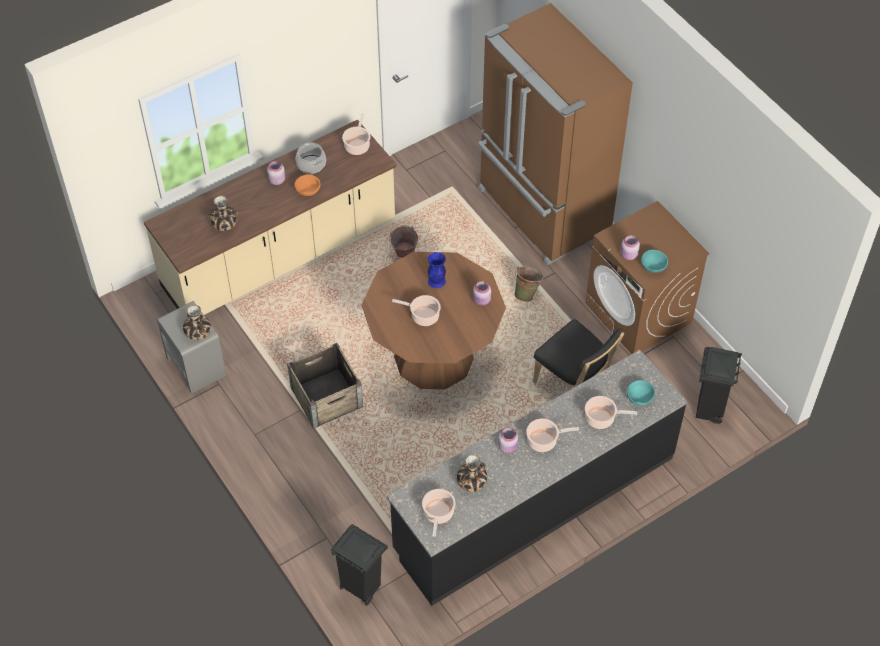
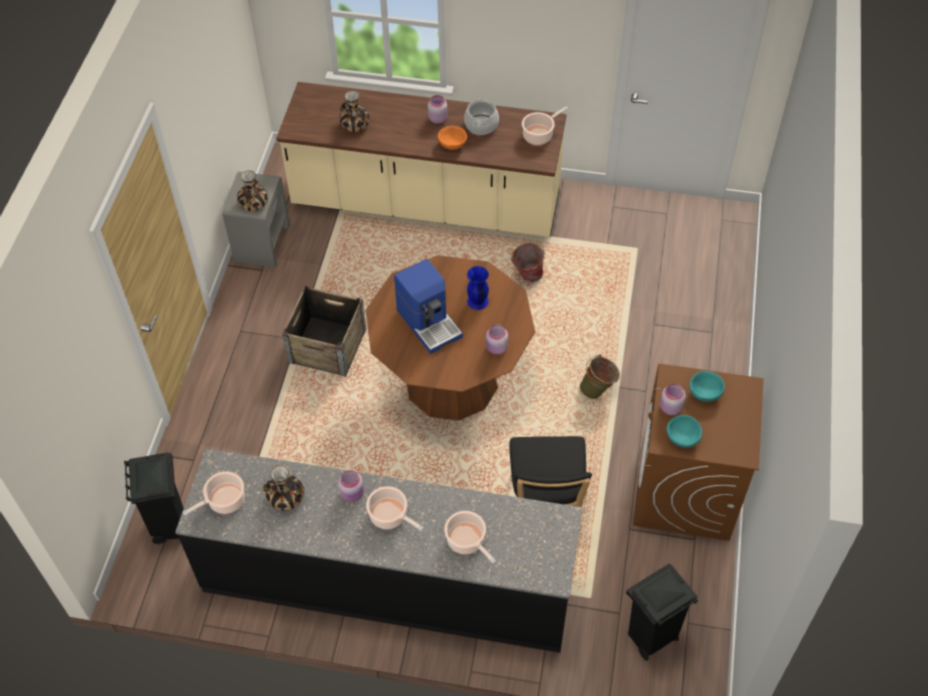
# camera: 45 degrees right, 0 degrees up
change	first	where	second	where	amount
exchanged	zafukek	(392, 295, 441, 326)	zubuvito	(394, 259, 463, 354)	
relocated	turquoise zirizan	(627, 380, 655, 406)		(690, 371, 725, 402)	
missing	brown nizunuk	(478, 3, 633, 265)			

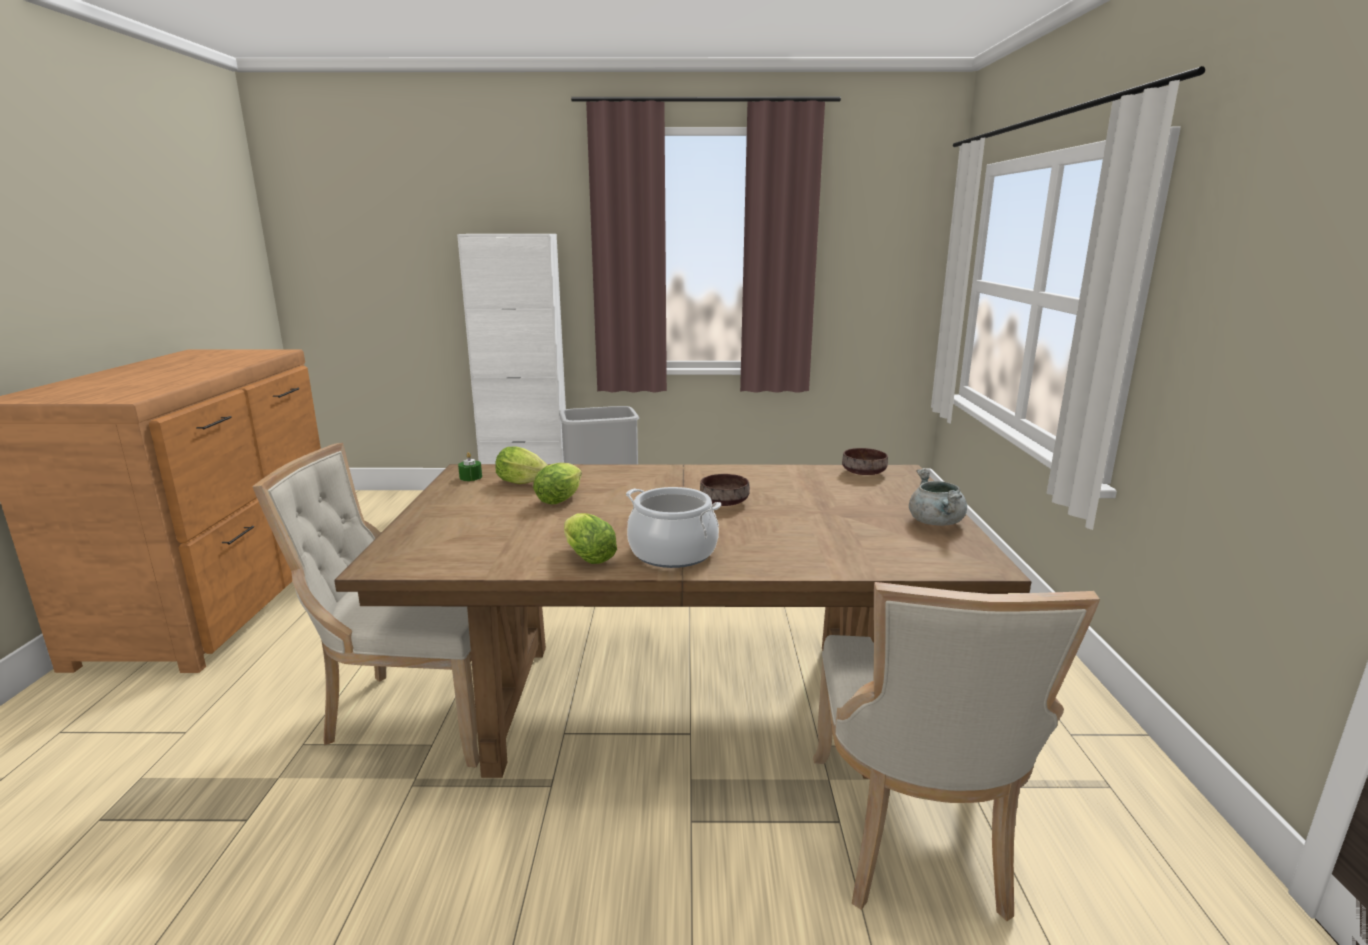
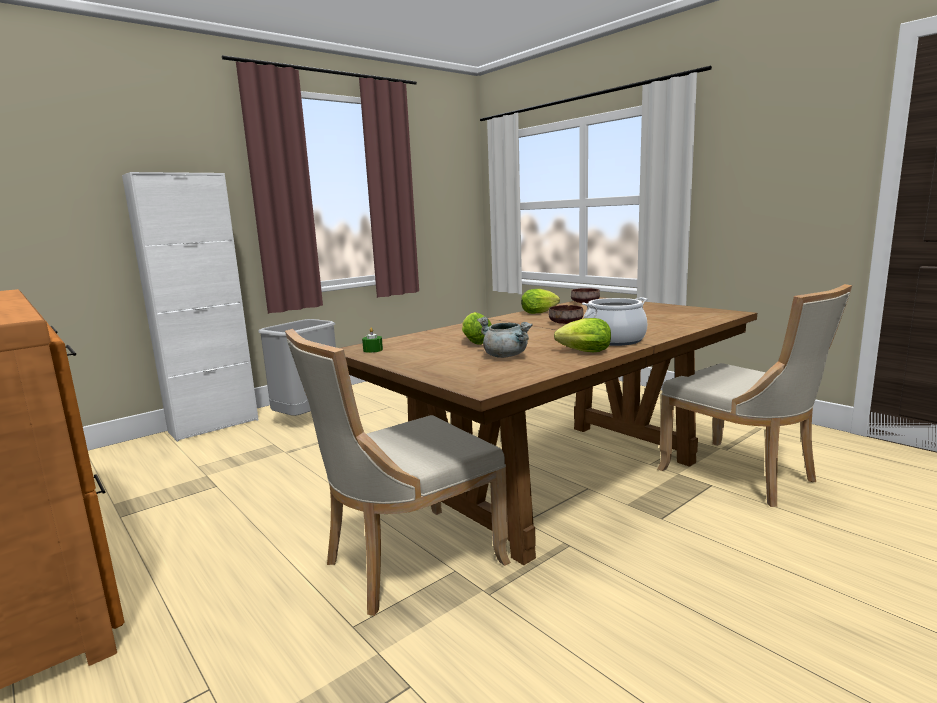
# camera: 40 degrees left, 5 degrees down
change	first	where	second	where	amount
relocated	grey zafukek	(909, 469, 967, 526)		(477, 317, 533, 358)	
relocated	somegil	(495, 446, 548, 484)		(521, 289, 560, 314)	

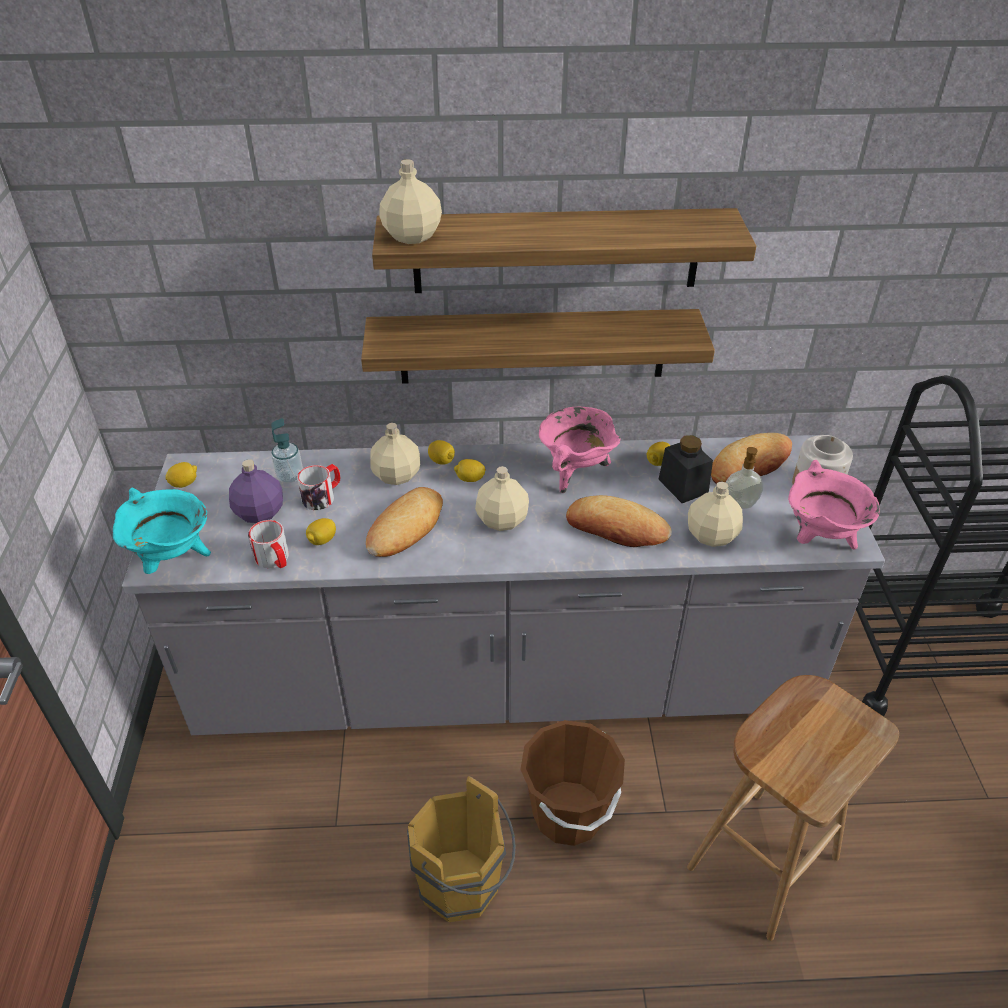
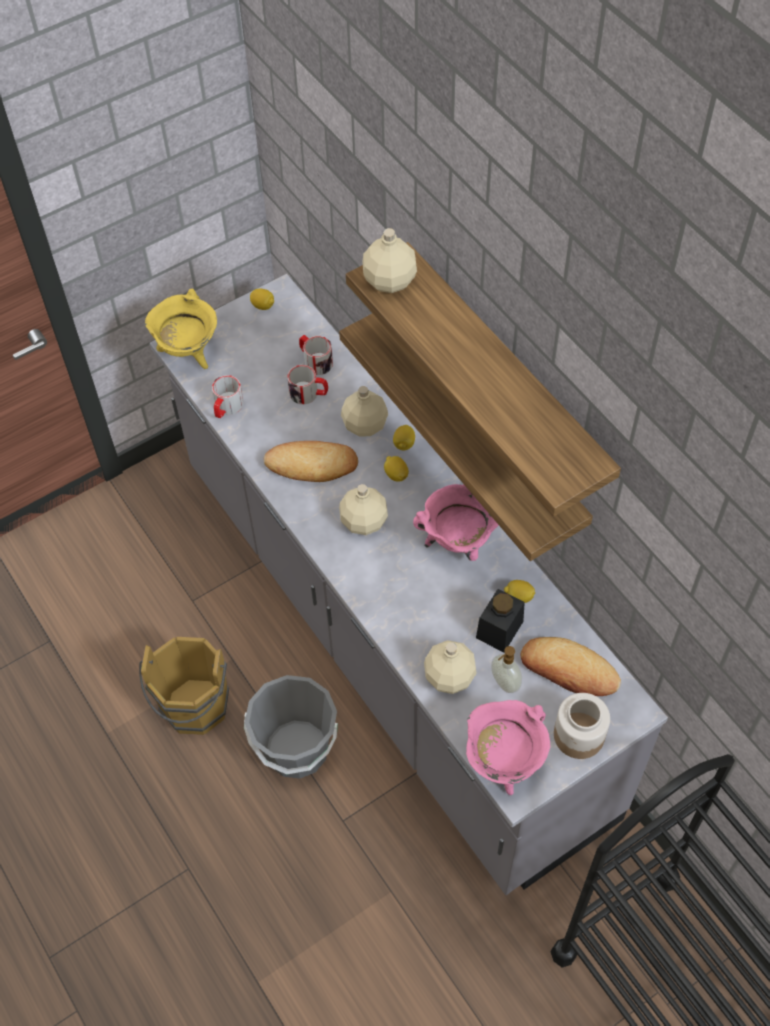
# camera: 60 degrees right, 15 degrees up
change	first	where	second	where	amount
colour	turquoise zafukek	(113, 488, 211, 574)	yellow zafukek	(145, 289, 217, 369)	
colour	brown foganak	(520, 720, 625, 846)	grey foganak	(244, 675, 338, 779)	
exchanged	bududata	(271, 418, 303, 483)	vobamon	(299, 335, 333, 375)	
missing	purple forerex	(229, 459, 283, 523)			
missing	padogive	(306, 518, 336, 545)			
missing	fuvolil	(566, 495, 672, 547)			
missing	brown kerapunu	(687, 675, 899, 941)			

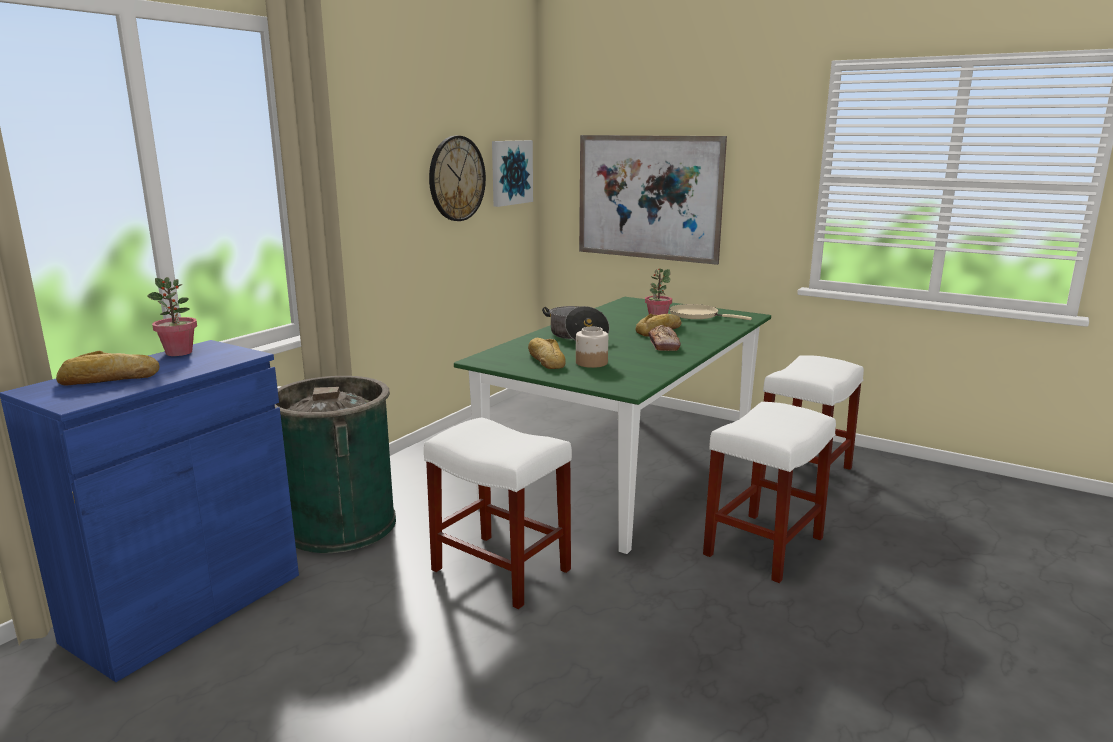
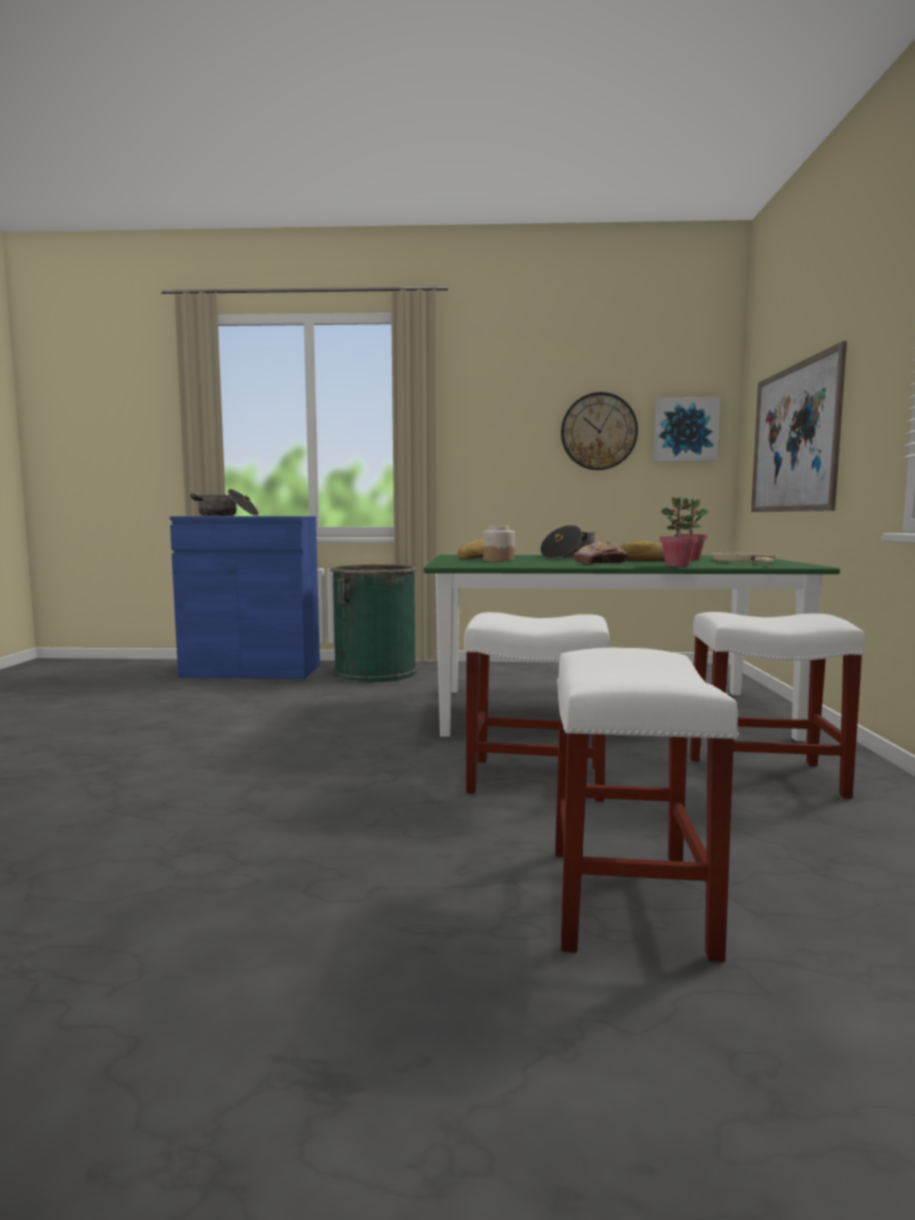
# camera: 60 degrees right, 10 degrees down
change	first	where	second	where	amount
exchanged	fuvolil	(56, 351, 159, 386)	zafukek	(191, 489, 259, 516)	
relocated	white kerapunu	(424, 417, 572, 609)		(555, 648, 739, 962)	
relocated	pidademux	(147, 277, 197, 356)		(660, 497, 697, 567)	

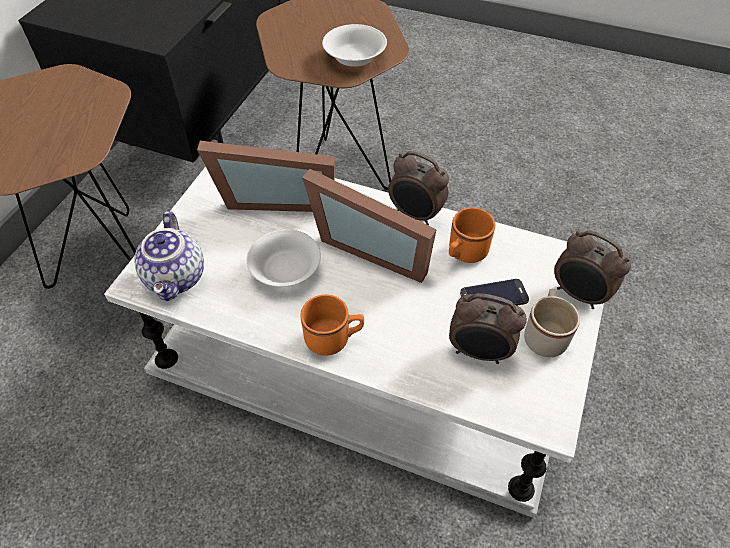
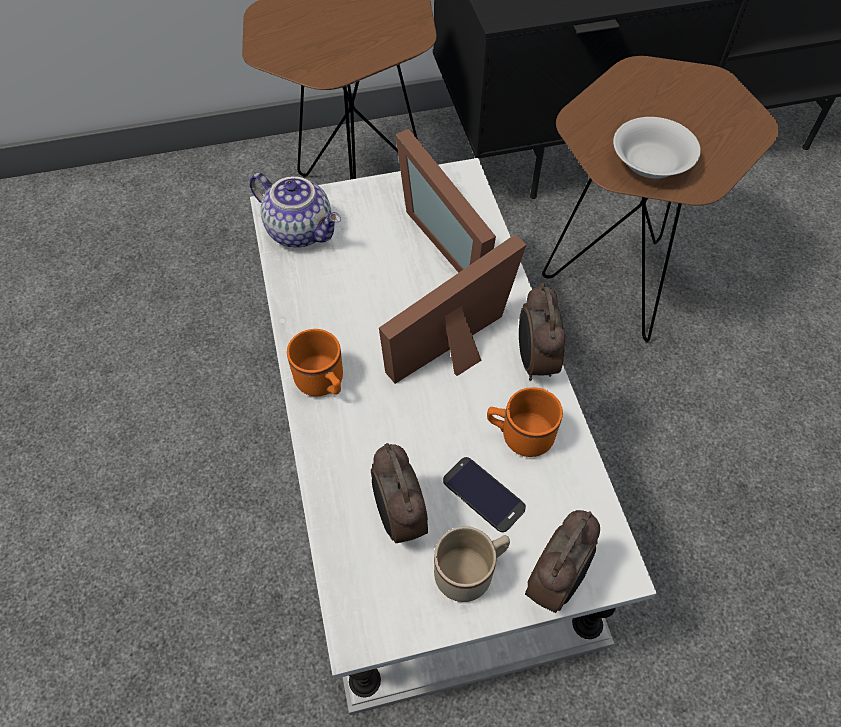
# camera: 55 degrees right, 5 degrees up
change	first	where	second	where	amount
spun	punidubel	(134, 211, 204, 301)		(249, 173, 341, 247)	105 degrees counterclockwise
spun	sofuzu	(302, 169, 437, 283)		(379, 234, 526, 384)	60 degrees clockwise
spun	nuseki	(554, 231, 631, 309)		(525, 510, 600, 613)	150 degrees counterclockwise
missing	white zirizan	(247, 229, 321, 287)			

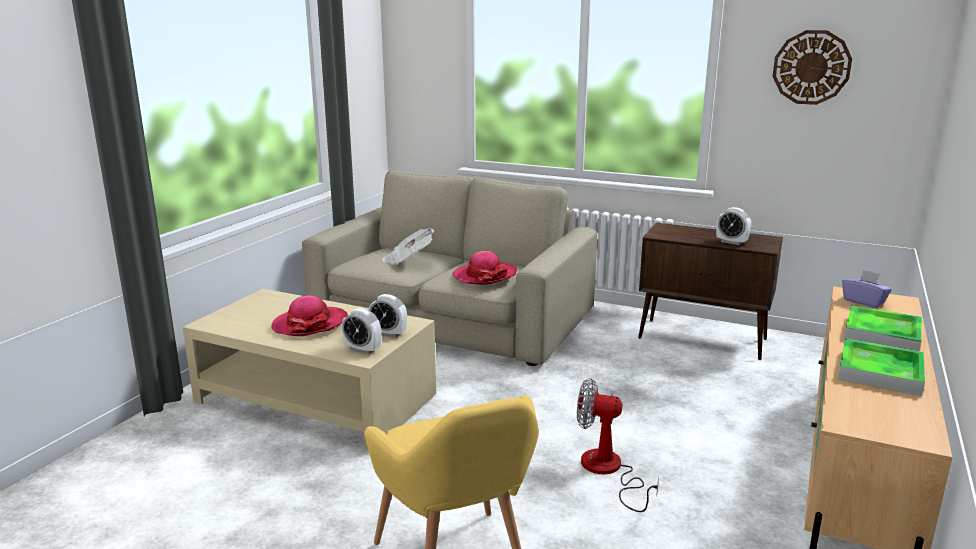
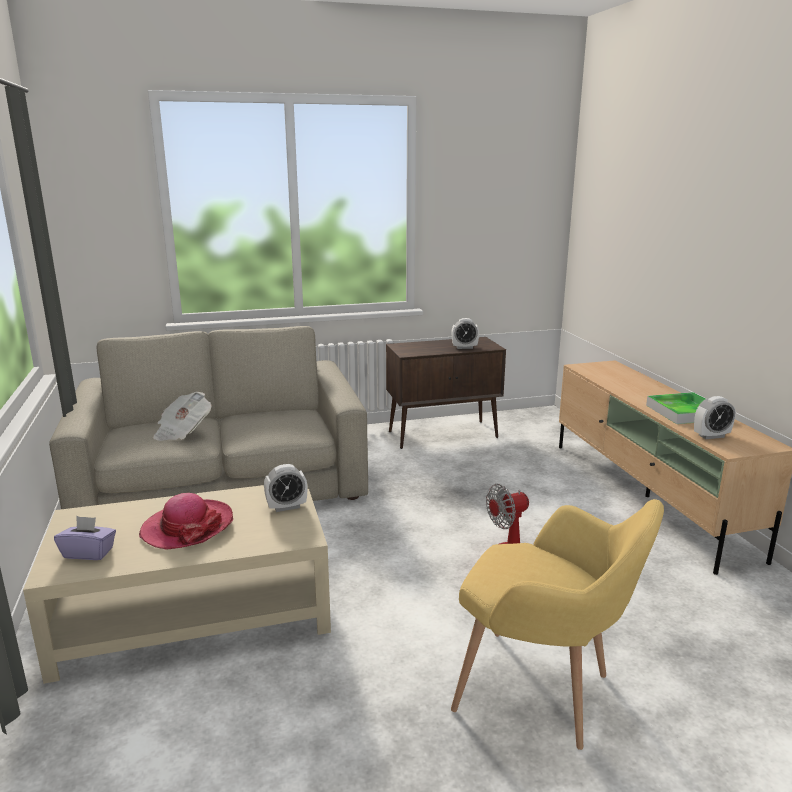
# camera: 40 degrees left, 0 degrees up
change	first	where	second	where	amount
relocated	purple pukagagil	(842, 269, 892, 308)		(54, 516, 116, 560)	
relocated	nuseki	(342, 308, 381, 354)		(694, 396, 736, 439)	
missing	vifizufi	(452, 251, 517, 285)			
missing	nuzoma	(773, 30, 852, 105)			
missing	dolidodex	(844, 305, 922, 351)			

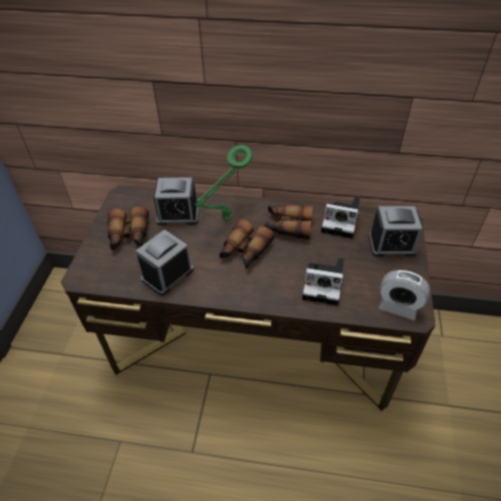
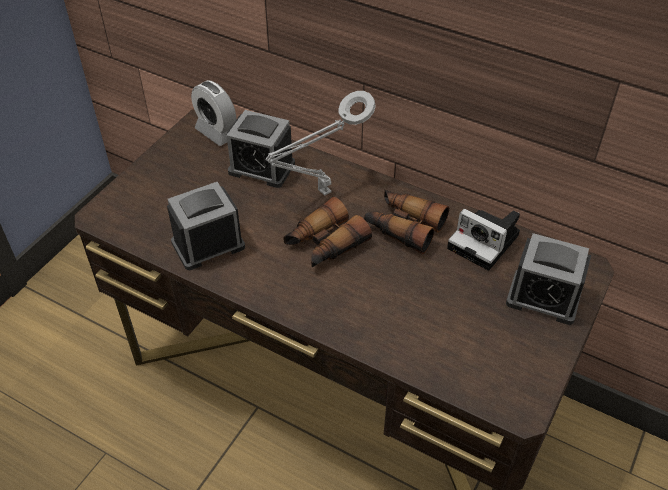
# camera: 20 degrees right, 0 degrees up
change	first	where	second	where	amount
relocated	nuseki	(379, 270, 430, 320)		(191, 80, 236, 146)	
colour	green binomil	(195, 145, 252, 221)	grey binomil	(266, 91, 376, 196)	
missing	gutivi	(107, 207, 149, 250)			
missing	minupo	(302, 258, 344, 305)			

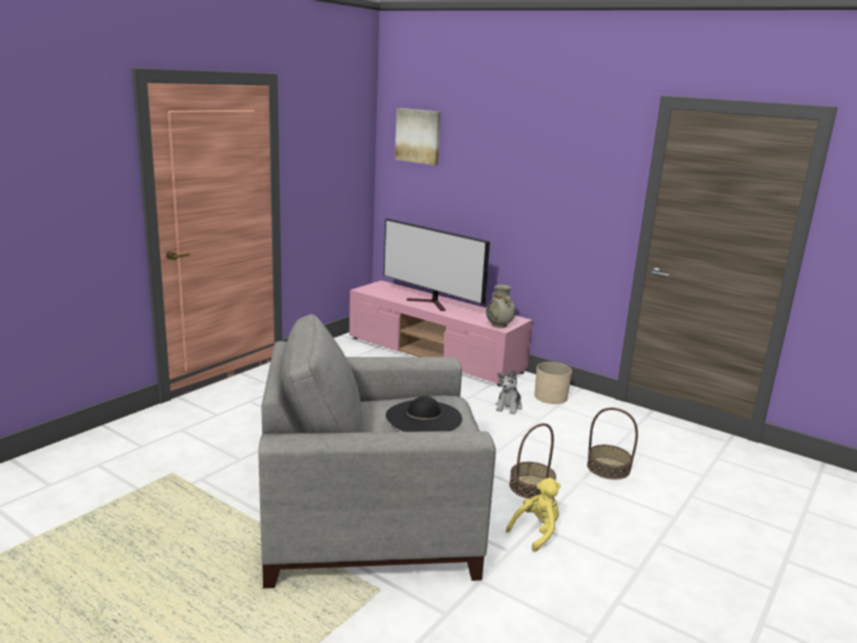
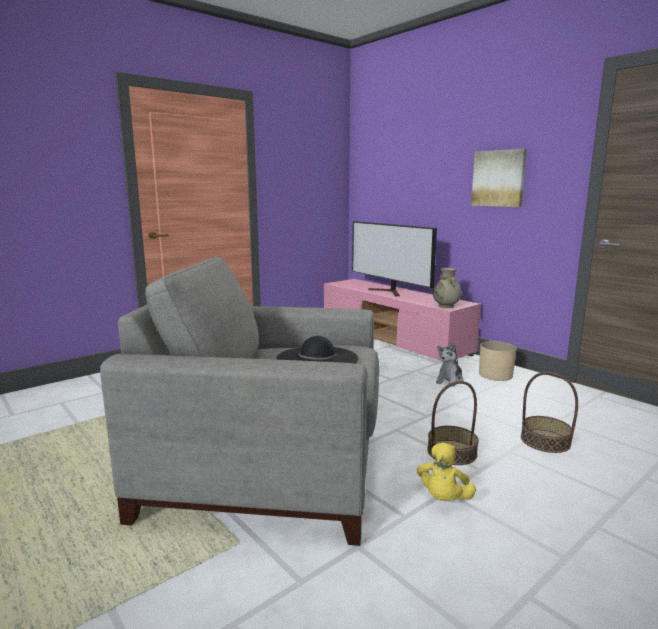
# camera: 15 degrees right, 5 degrees down
change	first	where	second	where	amount
spun	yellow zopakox	(506, 478, 561, 552)		(417, 443, 476, 501)	135 degrees clockwise
relocated	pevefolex	(395, 108, 441, 165)		(471, 148, 527, 207)	

